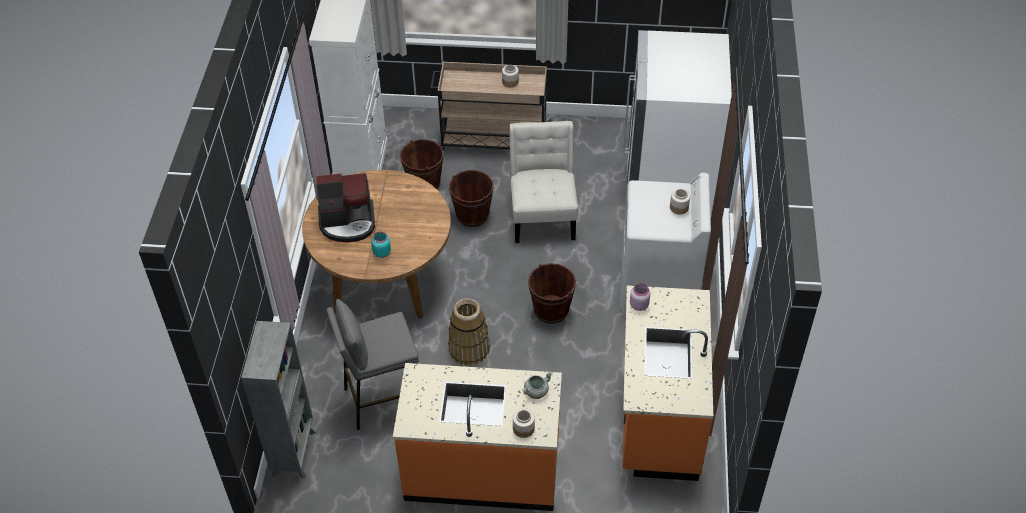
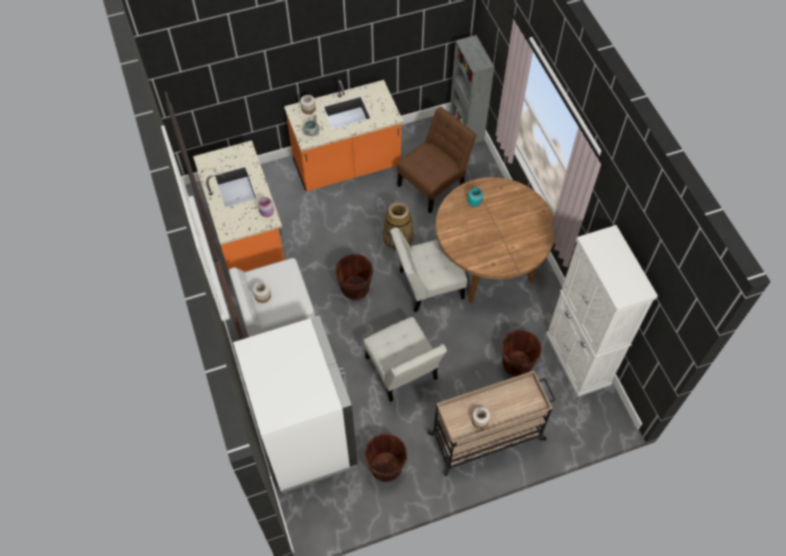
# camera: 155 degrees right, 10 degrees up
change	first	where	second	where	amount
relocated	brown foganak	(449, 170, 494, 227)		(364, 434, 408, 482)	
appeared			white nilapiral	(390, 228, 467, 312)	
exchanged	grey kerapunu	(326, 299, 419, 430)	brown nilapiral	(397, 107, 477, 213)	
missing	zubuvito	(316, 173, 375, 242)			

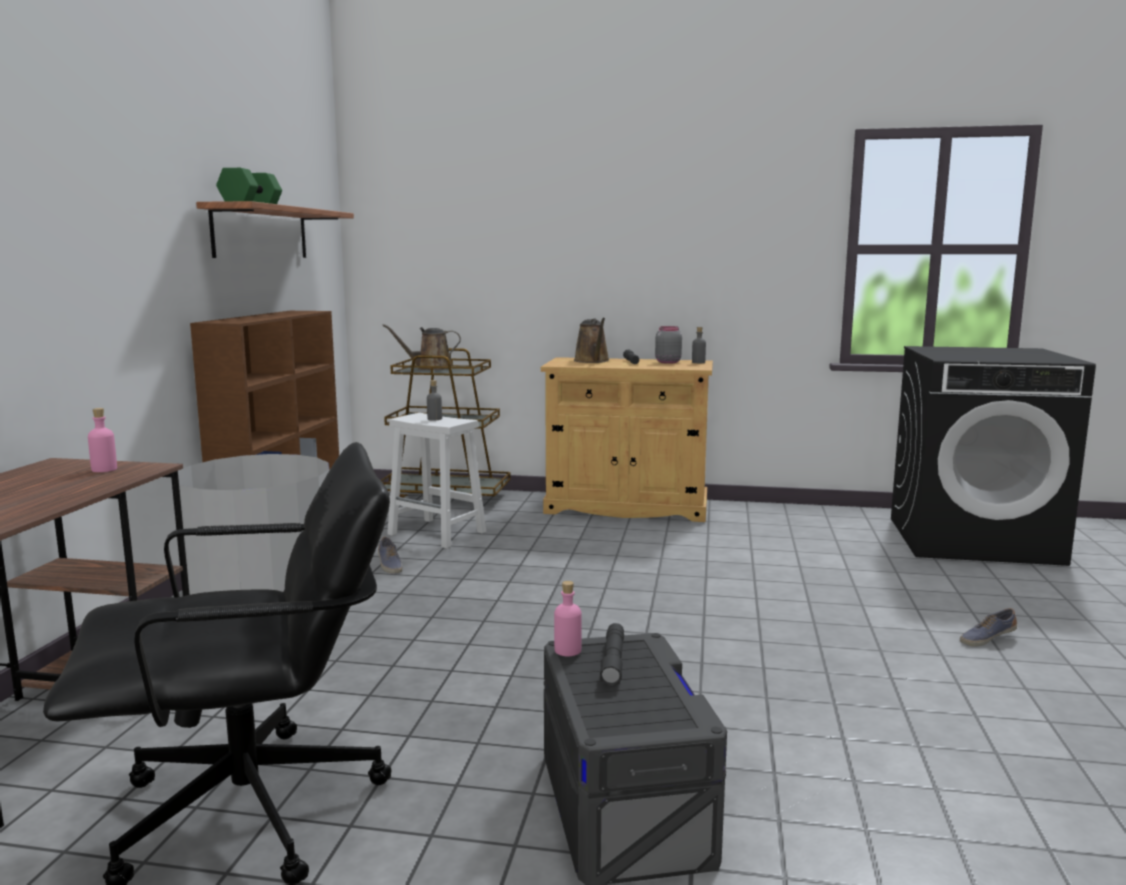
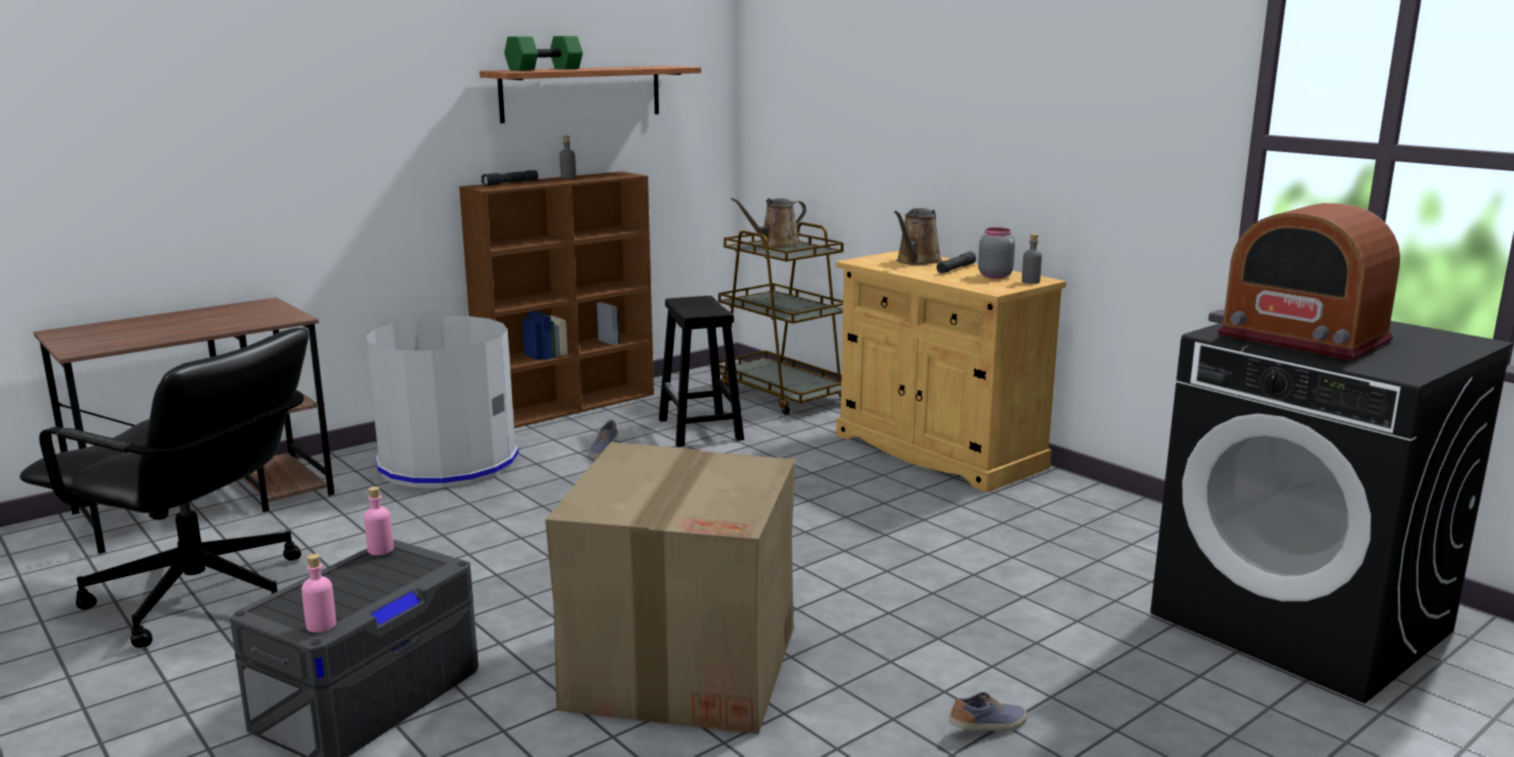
# camera: 40 degrees right, 5 degrees up
change	first	where	second	where	amount
relocated	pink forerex	(88, 408, 117, 472)		(301, 554, 336, 633)	
relocated	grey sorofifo	(599, 623, 624, 687)		(481, 170, 538, 186)	
appeared			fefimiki	(545, 442, 795, 734)	
relocated	grey forerex	(427, 380, 442, 421)		(559, 136, 576, 179)	
colour	white kerapunu	(387, 413, 486, 548)	black kerapunu	(659, 296, 744, 447)	
spun	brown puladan	(382, 324, 461, 370)		(731, 198, 806, 248)	60 degrees counterclockwise
spun	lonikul	(960, 608, 1017, 647)		(949, 692, 1027, 731)	135 degrees clockwise
appeared			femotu	(1217, 203, 1400, 361)	

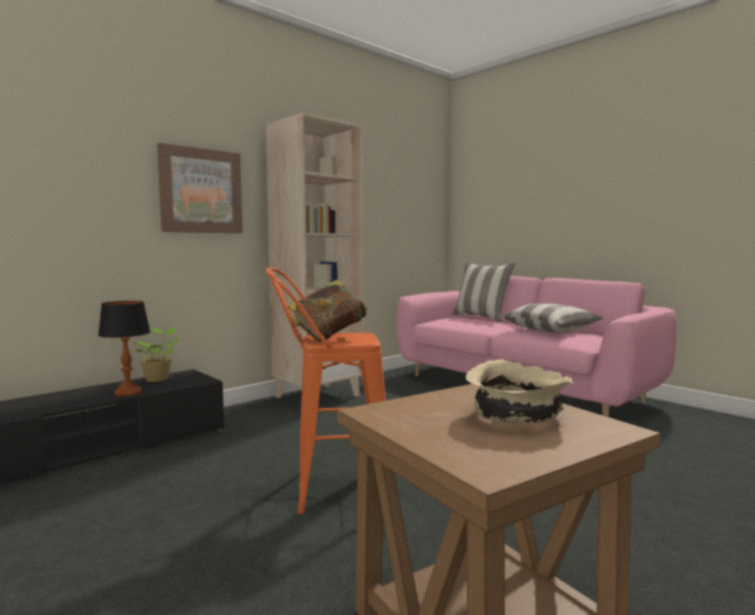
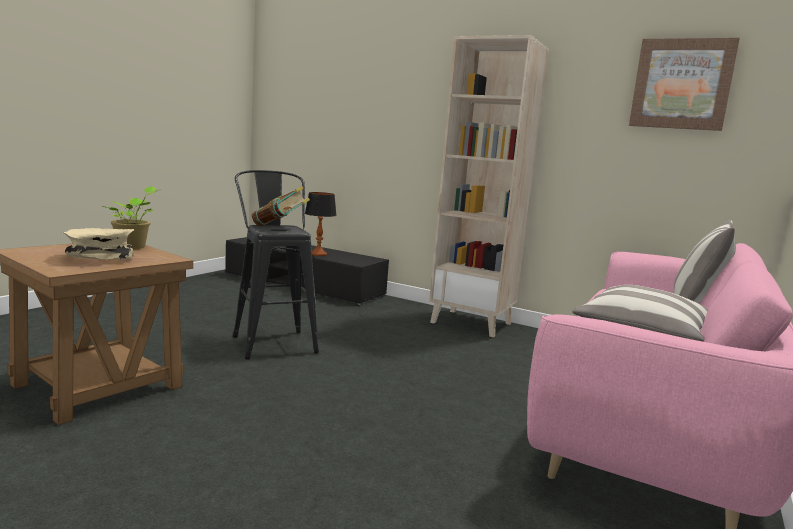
# camera: 70 degrees right, 5 degrees up
change	first	where	second	where	amount
relocated	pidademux	(134, 328, 180, 382)		(102, 186, 158, 249)	
colour	orange kerapunu	(266, 267, 386, 515)	black kerapunu	(233, 170, 319, 359)	
relocated	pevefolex	(157, 143, 243, 233)		(629, 38, 740, 131)	

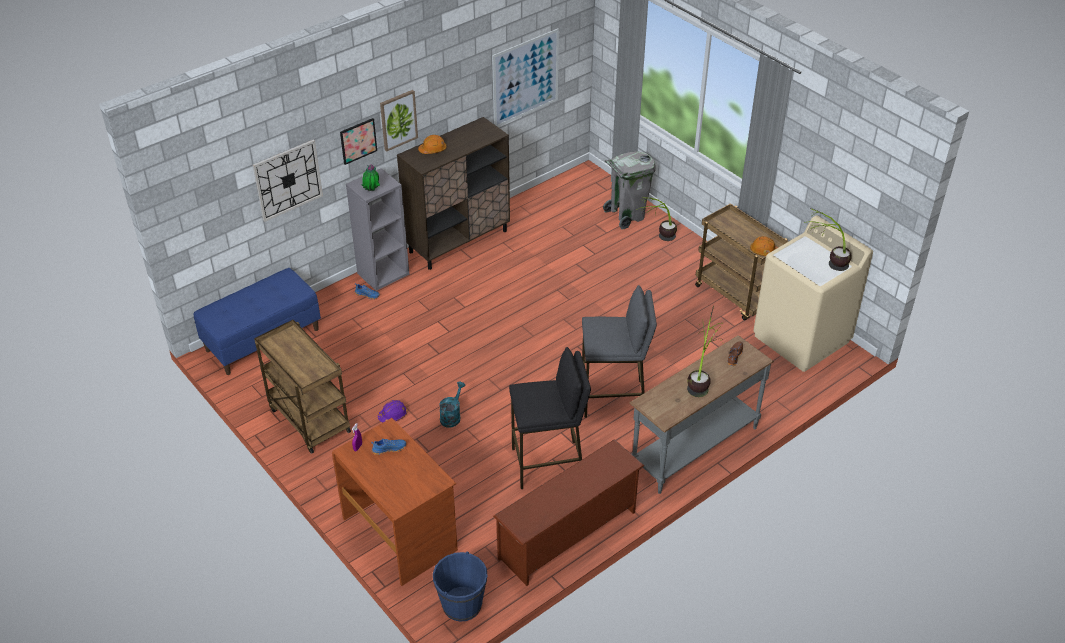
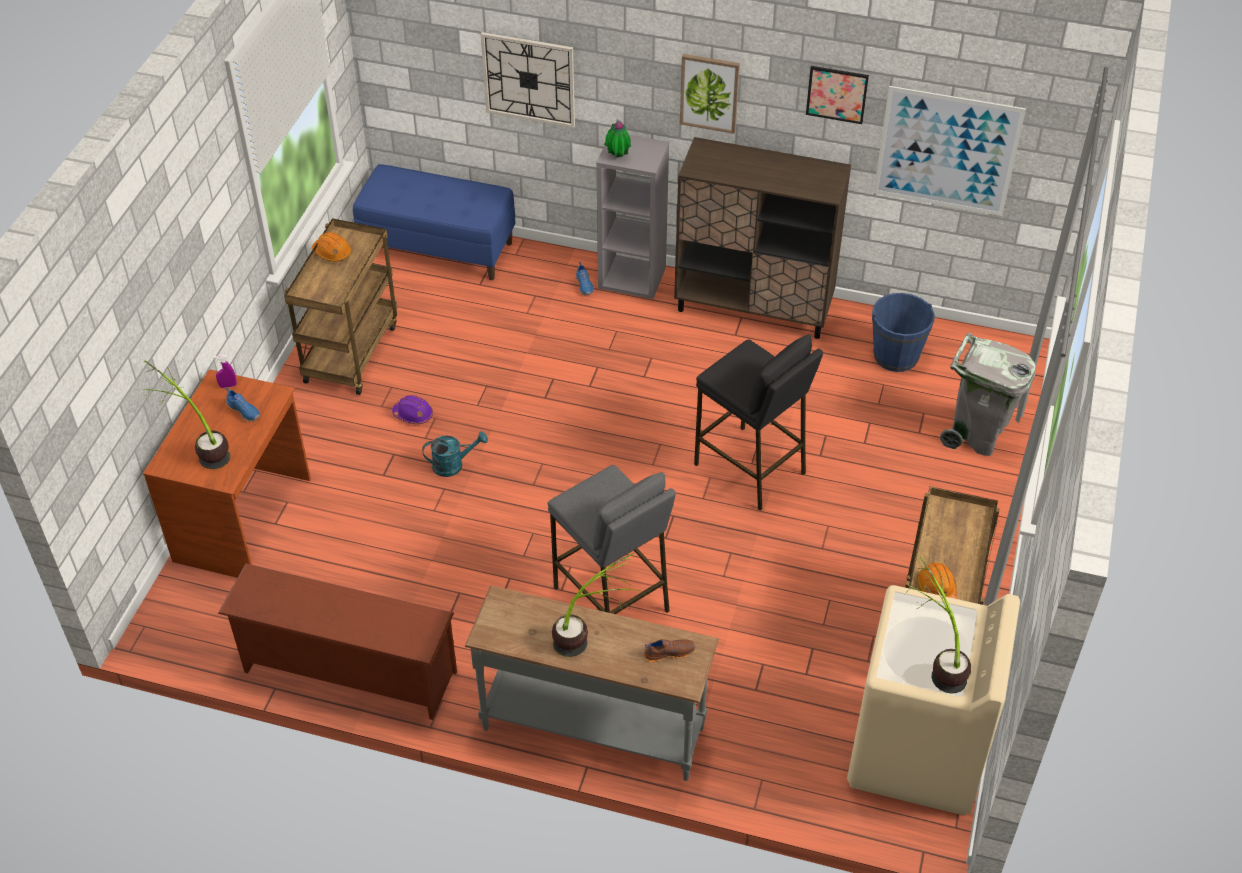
# camera: 55 degrees right, 5 degrees up
change	first	where	second	where	amount
relocated	pidademux	(636, 197, 677, 241)		(144, 360, 231, 469)	
relocated	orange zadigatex	(418, 135, 446, 154)		(312, 232, 352, 262)	
relocated	black kerapunu	(509, 347, 591, 489)		(694, 334, 823, 511)	
relocated	pevefolex	(340, 118, 377, 165)		(806, 66, 869, 124)	
relocated	blue foganak	(433, 551, 487, 622)		(872, 293, 935, 372)	

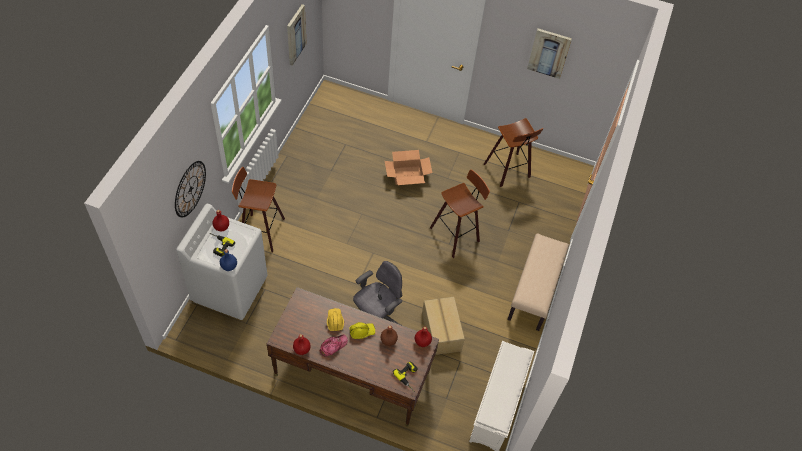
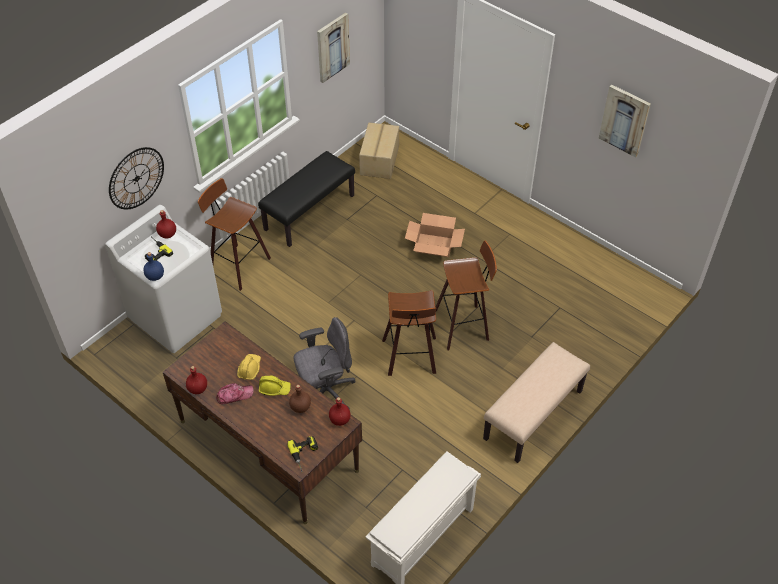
# camera: 25 degrees right, 5 degrees down
change	first	where	second	where	amount
appeared			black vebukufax	(258, 151, 355, 247)	
relocated	fefimiki	(422, 297, 465, 355)		(359, 122, 399, 179)	
relocated	kerapunu	(484, 118, 543, 187)		(382, 290, 436, 376)	

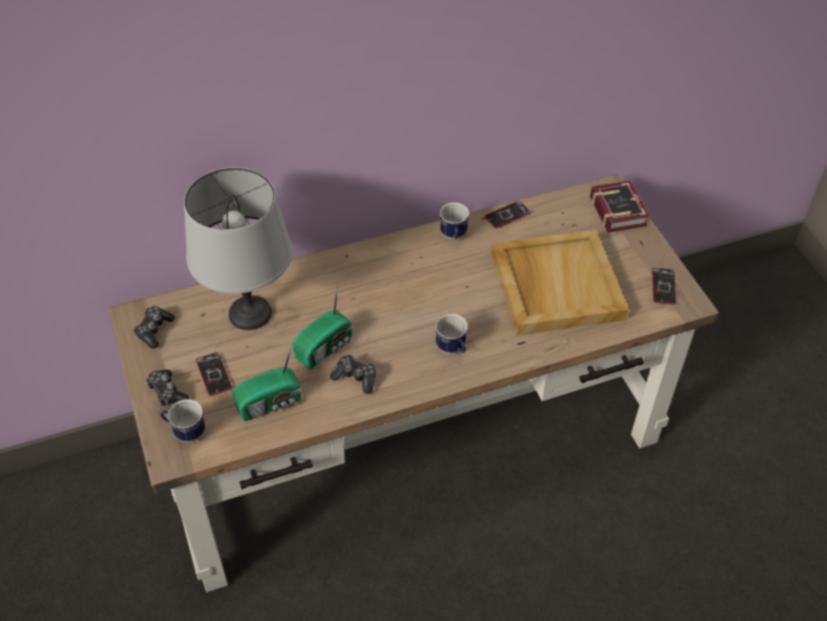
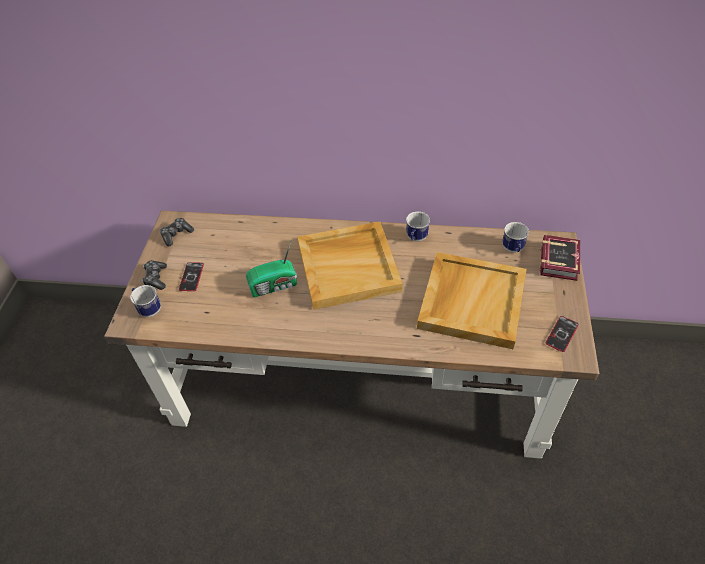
# camera: 30 degrees right, 0 degrees up
change	first	where	second	where	amount
appeared			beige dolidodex	(298, 222, 403, 310)	
relocated	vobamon	(436, 314, 468, 354)		(502, 222, 529, 253)	
missing	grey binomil	(184, 167, 292, 330)			
missing	femotu	(232, 342, 301, 421)			
missing	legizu	(330, 354, 376, 394)			
missing	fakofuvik	(485, 201, 531, 229)			

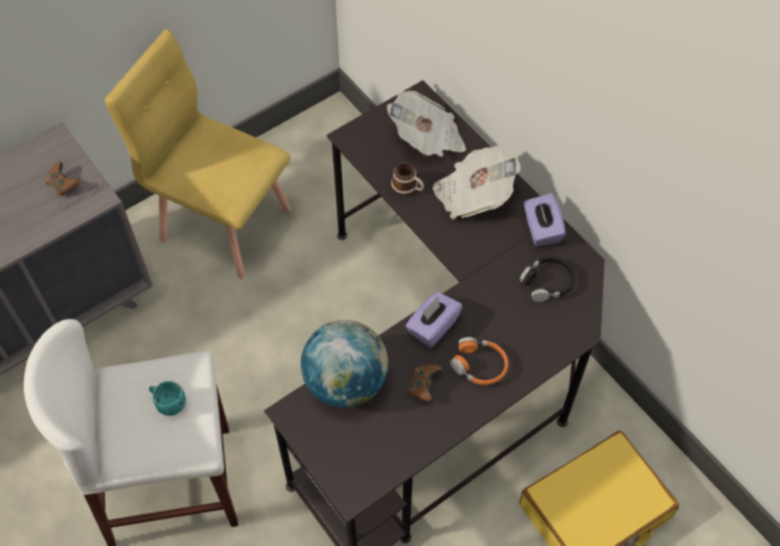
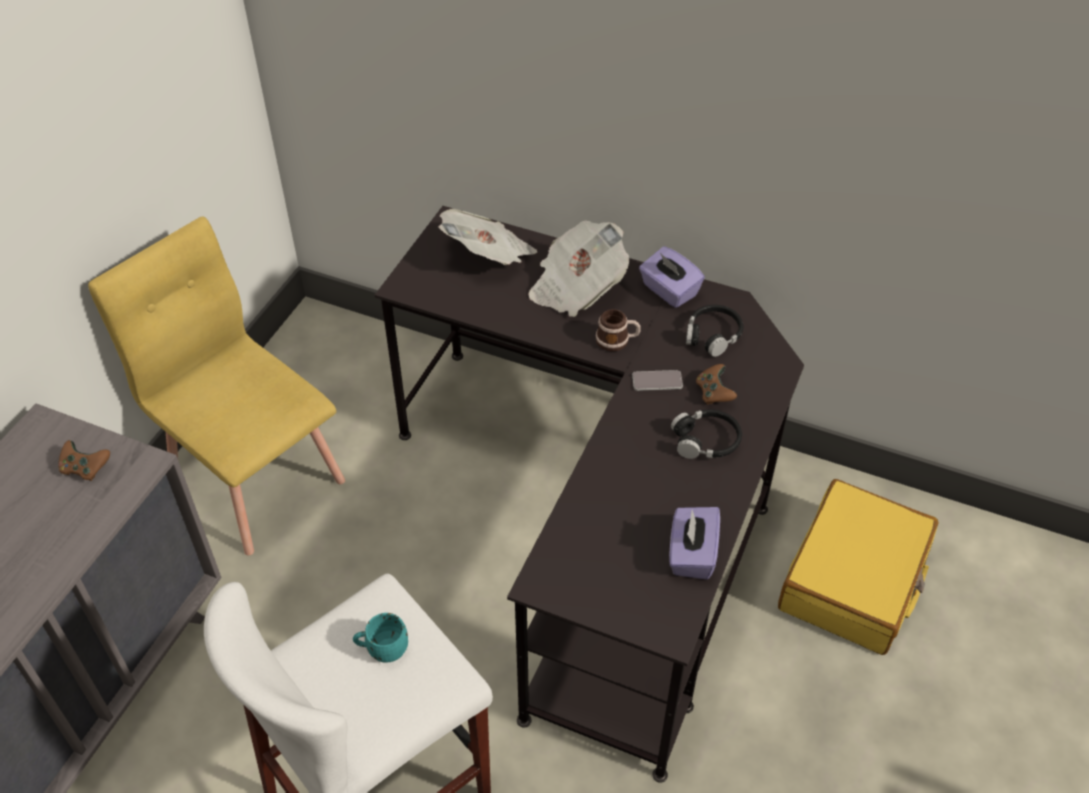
# camera: 30 degrees left, 10 degrees down
change	first	where	second	where	amount
spun	yellow nilapiral	(105, 29, 291, 278)		(88, 217, 345, 555)	45 degrees clockwise
relocated	vobamon	(391, 163, 424, 196)		(596, 309, 640, 351)	
appeared			fakofuvik	(632, 370, 683, 391)	
relocated	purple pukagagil	(406, 292, 463, 348)		(669, 507, 720, 579)	
colour	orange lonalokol	(450, 337, 509, 385)	black lonalokol	(671, 409, 742, 459)	
relocated	brown legizu	(408, 365, 443, 401)		(696, 364, 737, 405)	
missing	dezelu	(301, 320, 388, 408)			

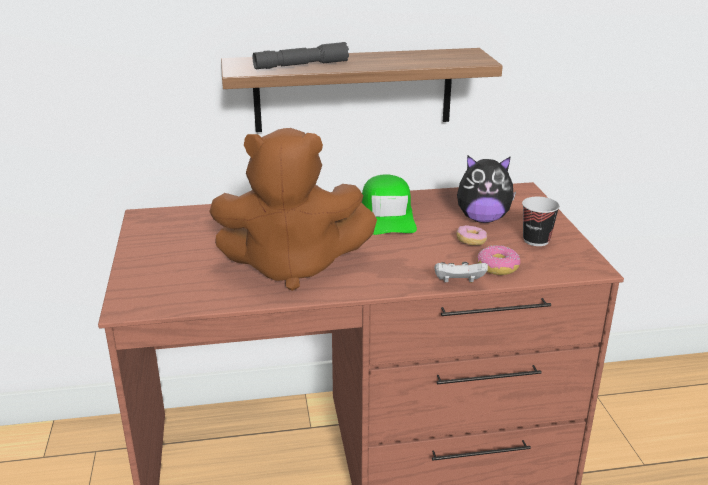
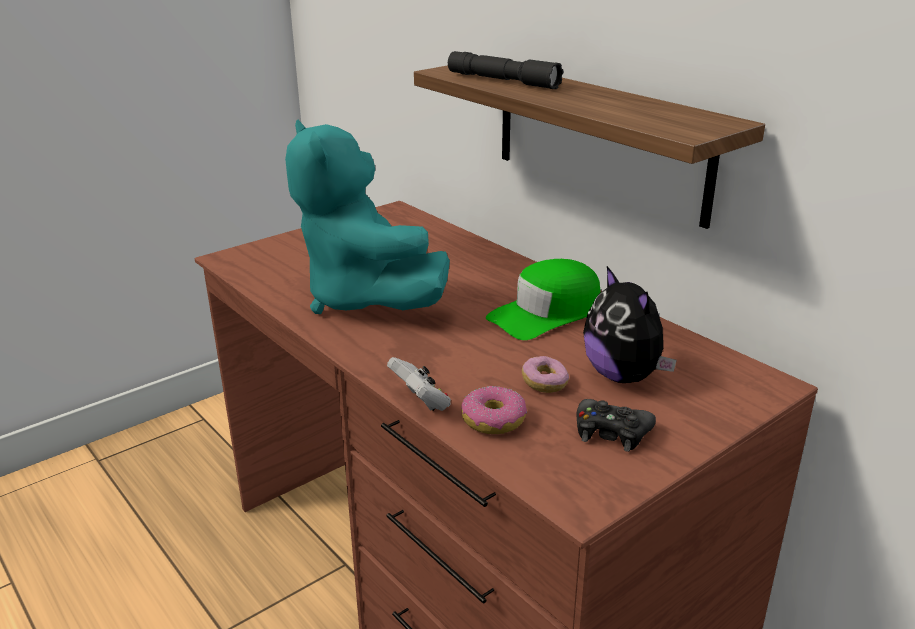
# camera: 60 degrees right, 0 degrees up
change	first	where	second	where	amount
colour	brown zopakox	(209, 128, 377, 291)	turquoise zopakox	(285, 120, 450, 314)	
exchanged	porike	(522, 197, 560, 246)	black legizu	(577, 399, 656, 452)	

